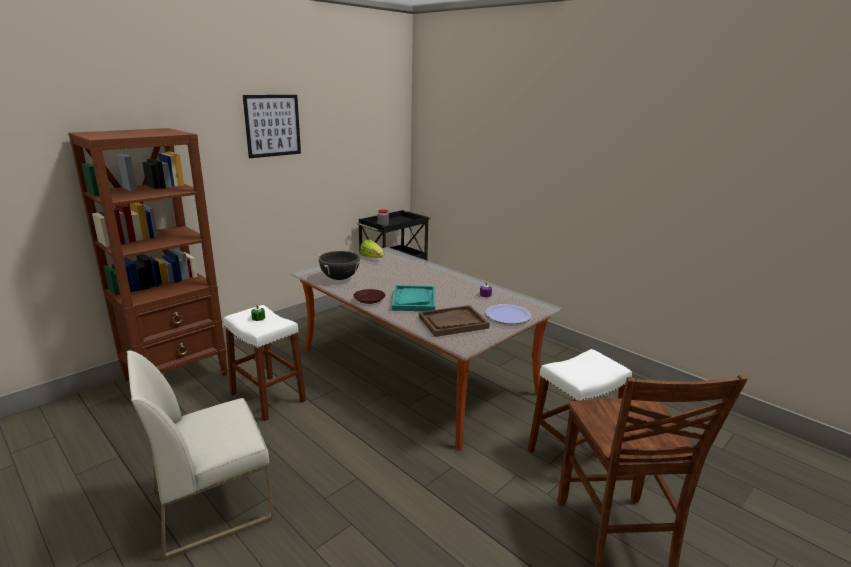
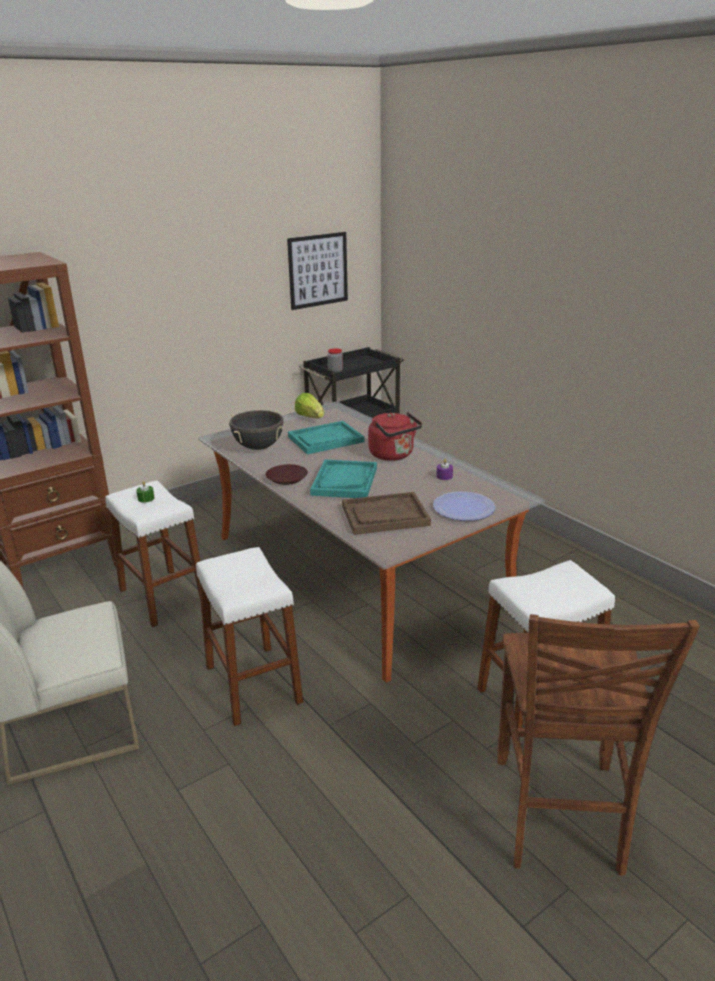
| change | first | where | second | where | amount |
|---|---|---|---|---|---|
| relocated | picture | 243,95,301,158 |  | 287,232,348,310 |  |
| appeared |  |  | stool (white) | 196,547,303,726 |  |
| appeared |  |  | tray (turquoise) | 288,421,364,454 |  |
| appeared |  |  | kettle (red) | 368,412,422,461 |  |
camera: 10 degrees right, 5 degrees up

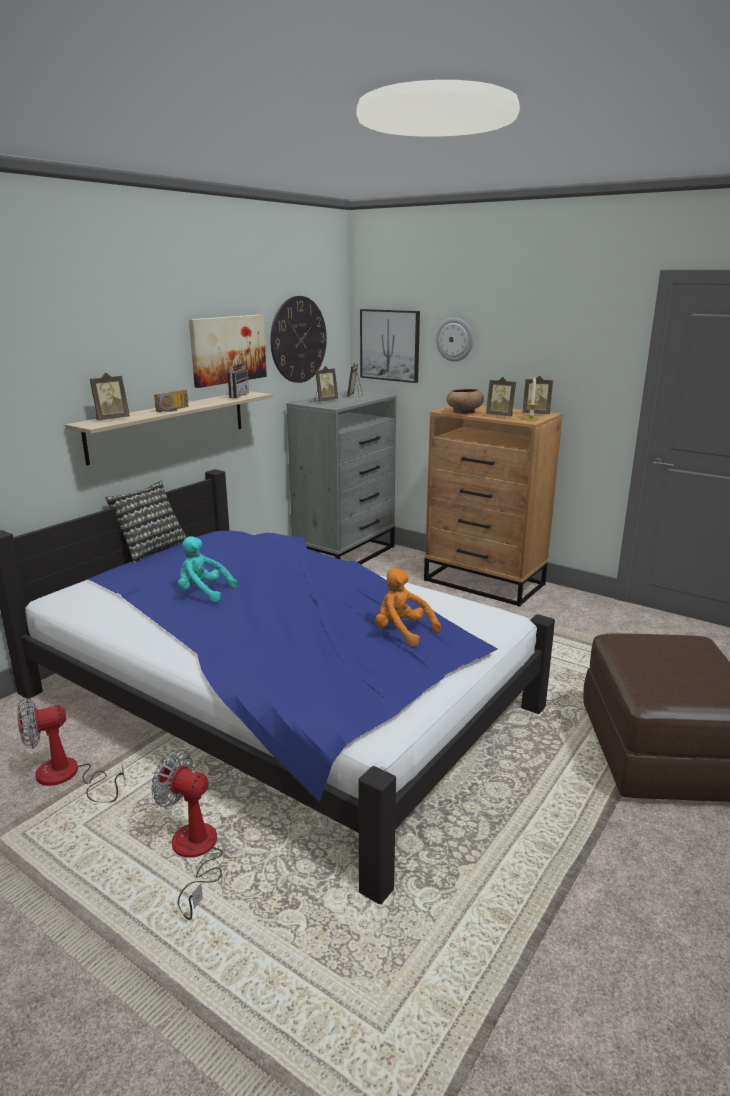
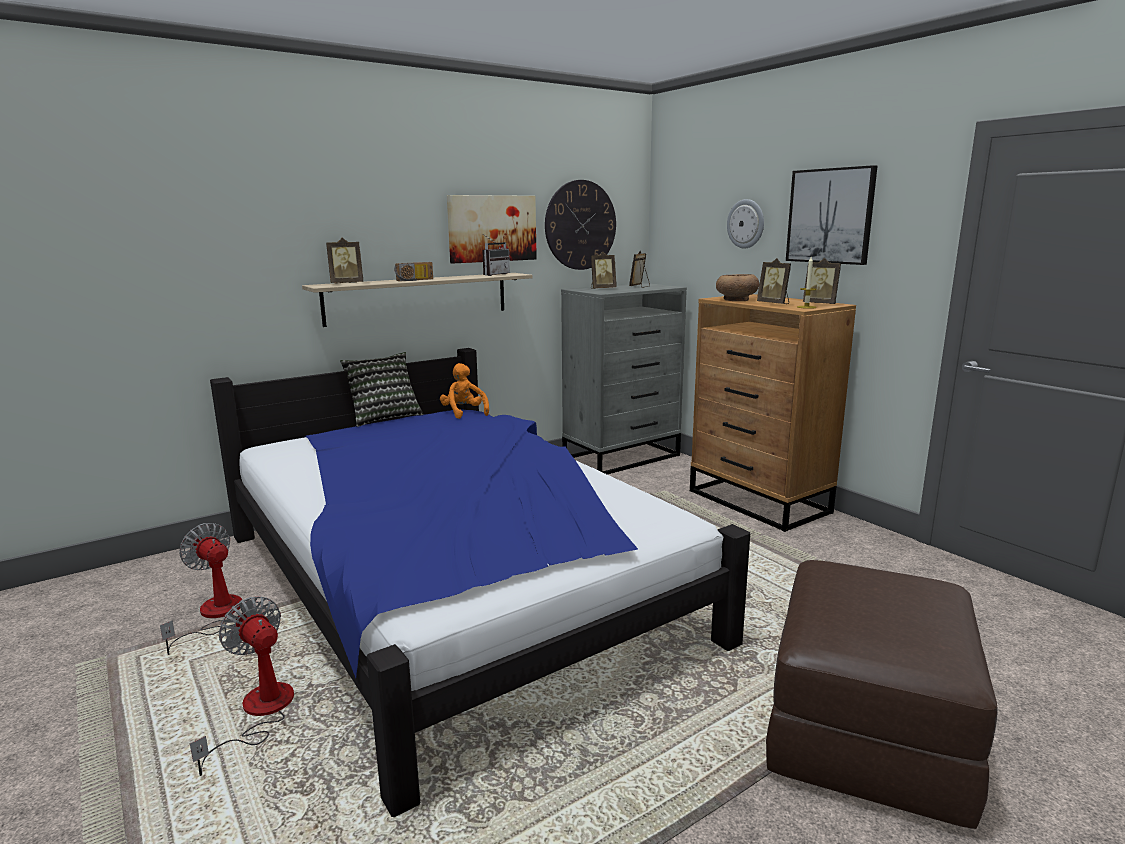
| change | first | where | second | where | amount |
|---|---|---|---|---|---|
| spun | fan | 17,698,125,803 |  | 160,523,242,655 | 45 degrees clockwise |
| missing | plush toy (turquoise) | 178,537,237,602 |  |  |  |
| relocated | picture | 360,309,420,383 |  | 786,165,877,265 |  |
| relocated | plush toy (orange) | 375,568,441,647 |  | 440,363,489,419 |  |
camera: 20 degrees right, 5 degrees down

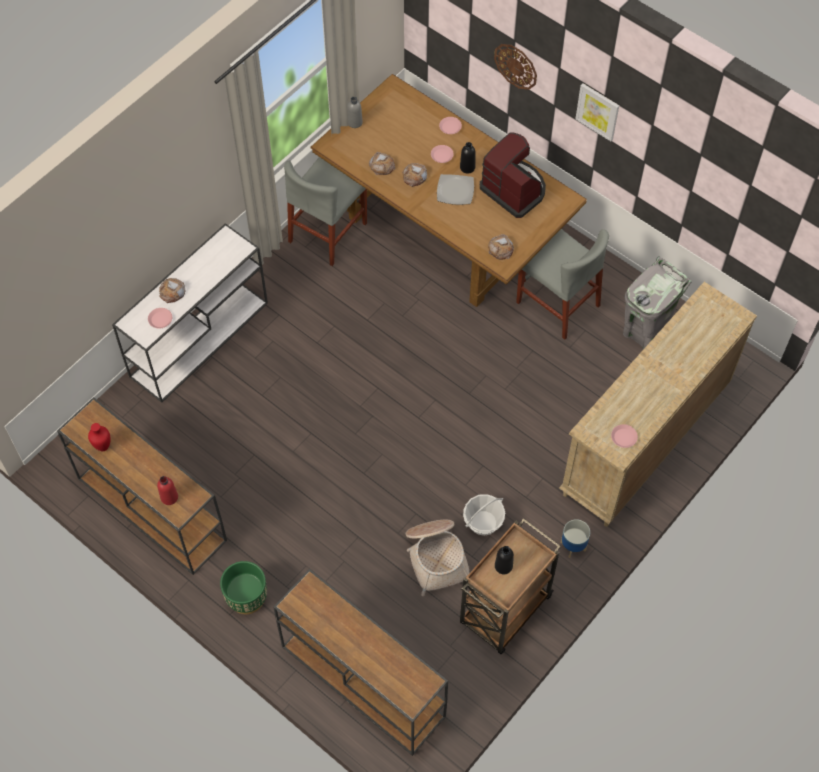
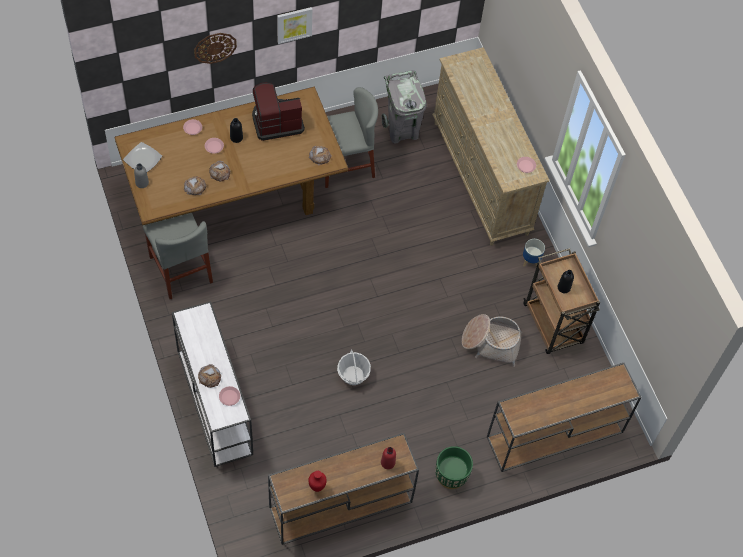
| change | first | where | second | where | amount |
|---|---|---|---|---|---|
| relocated | plate | 437,174,474,205 |  | 123,142,162,172 |  |
| relocated | basket | 463,494,505,535 |  | 337,349,371,385 |  |
camera: 65 degrees left, 0 degrees up

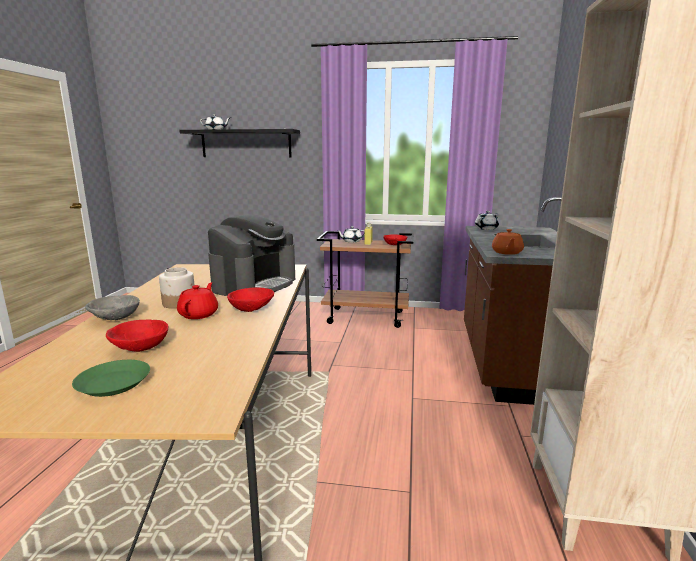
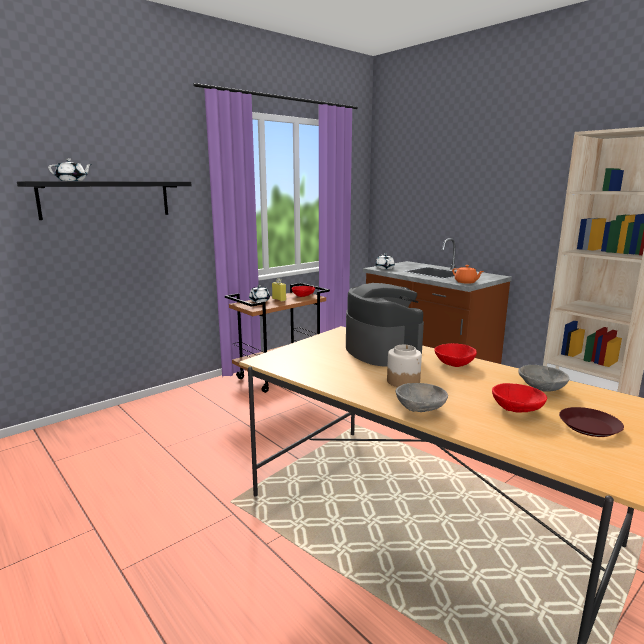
| change | first | where | second | where | amount |
|---|---|---|---|---|---|
| colour | plate (green) | 72,360,150,397 | plate (brown) | 559,407,624,437 |  |
| missing | teapot (red) | 177,282,218,319 |  |  |  |
| appeared |  |  | bowl (grey) | 518,365,569,392 |  |
camera: 50 degrees left, 0 degrees up

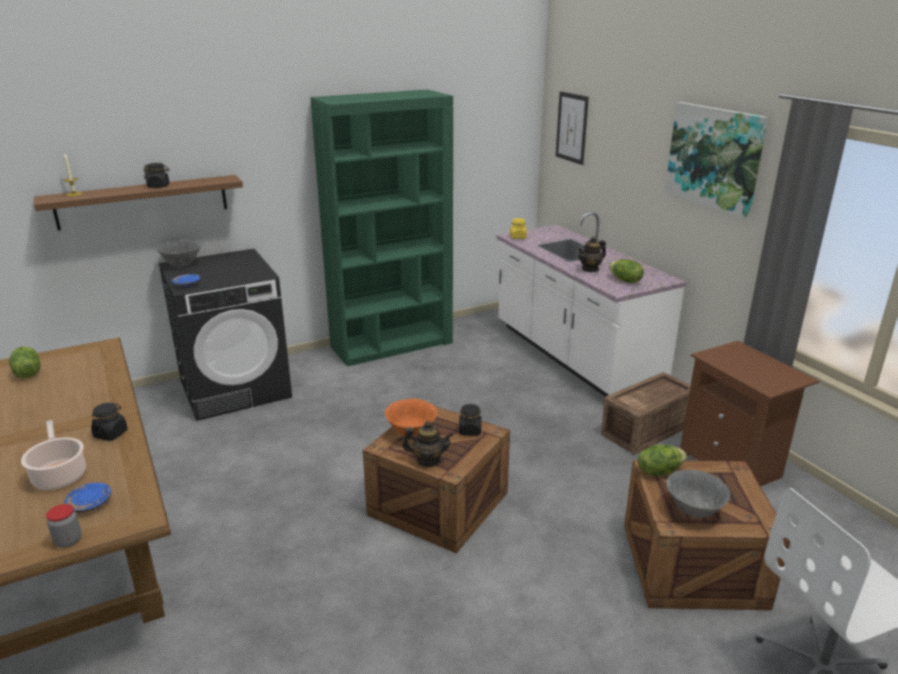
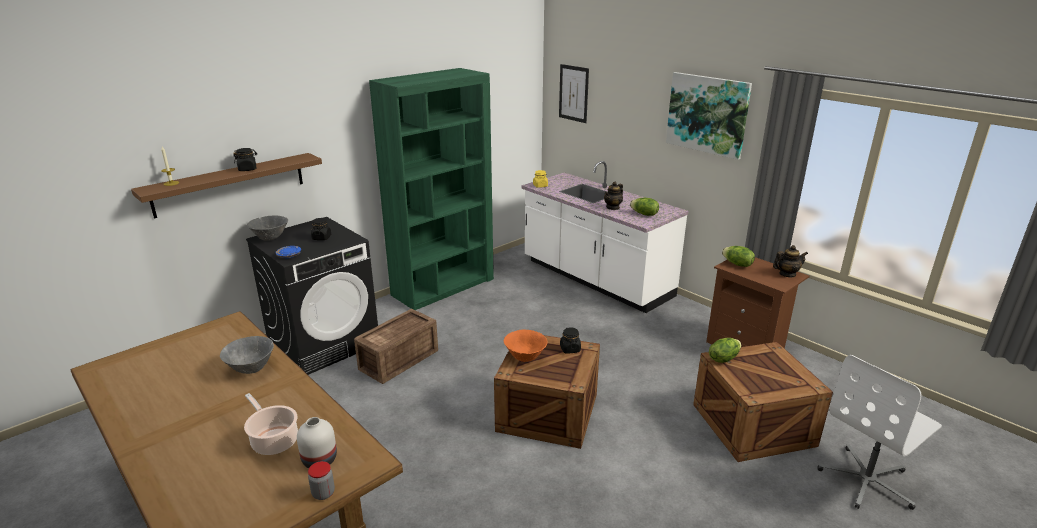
| change | first | where | second | where | amount |
|---|---|---|---|---|---|
| relocated | lettuce | 9,347,40,379 |  | 722,246,755,267 |  |
| exchanged | plate (blue) | 64,483,111,513 | vase (white) | 297,417,337,468 |  |
| relocated | jar (black) | 91,403,128,441 |  | 311,218,331,240 |  |
| relocated | teapot | 402,421,453,467 |  | 773,245,808,277 |  |
| relocated | crate | 601,372,691,455 |  | 354,309,438,384 |  |
| relocated | bowl (grey) | 667,470,730,518 |  | 220,336,274,374 |  |
camera: 15 degrees left, 0 degrees up

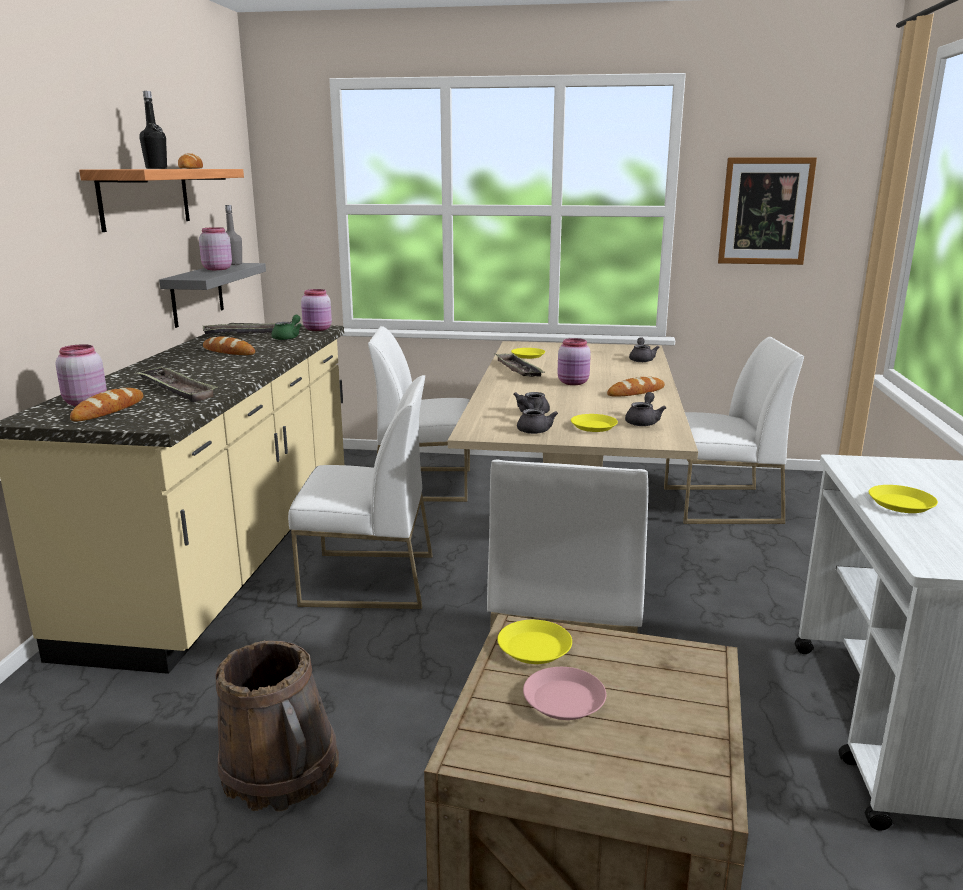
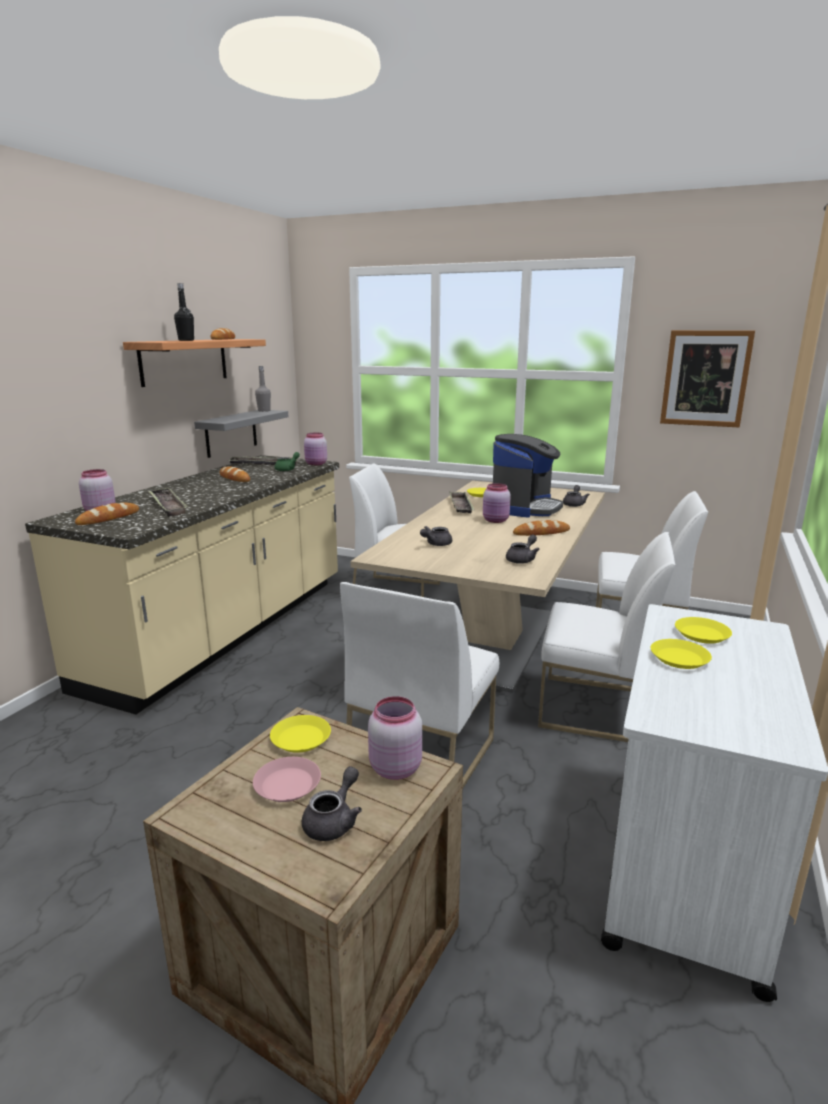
| change | first | where | second | where | amount |
|---|---|---|---|---|---|
| relocated | jar (pink) | 199,227,232,270 |  | 368,696,422,780 |  |
| missing | bucket (brown) | 215,640,339,811 |  |  |  |
| relocated | chair (white) | 288,375,432,609 |  | 538,532,676,742 |  |
| relocated | teapot (grey) | 517,398,558,434 |  | 302,766,362,841 |  |
| relocated | plate (yellow) | 571,414,618,432 |  | 675,617,732,644 |  |
| appeared |  |  | coffee machine | 493,434,563,518 |  |
camera: 15 degrees right, 0 degrees up

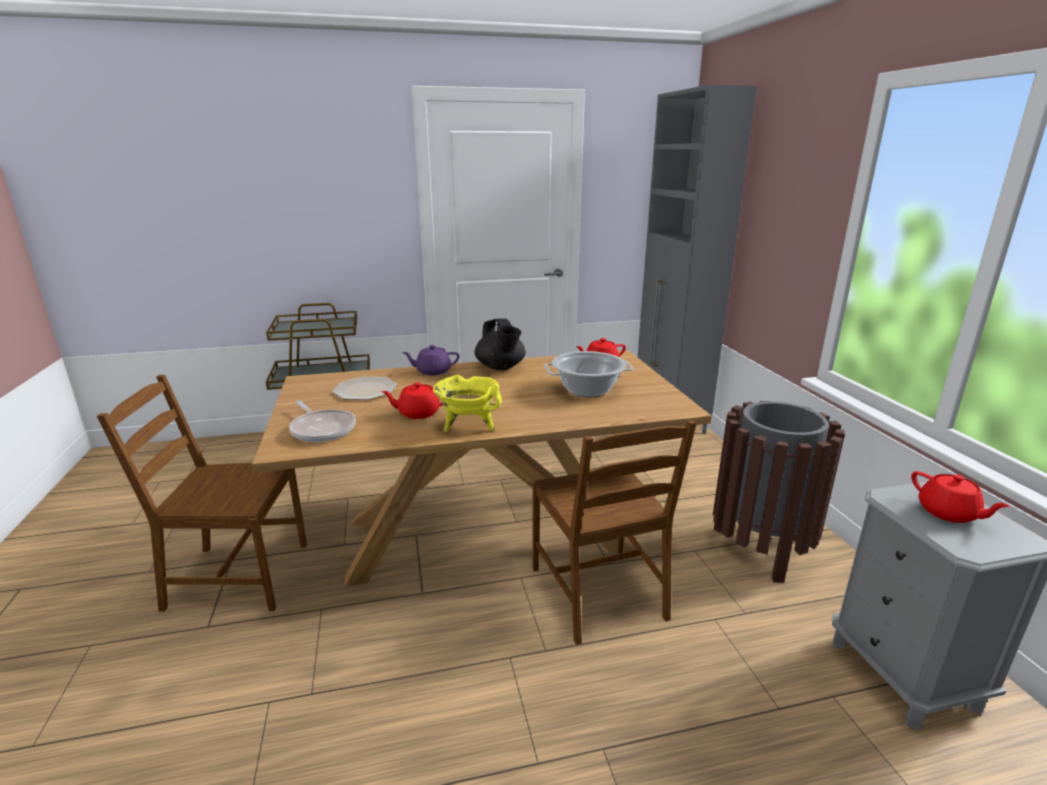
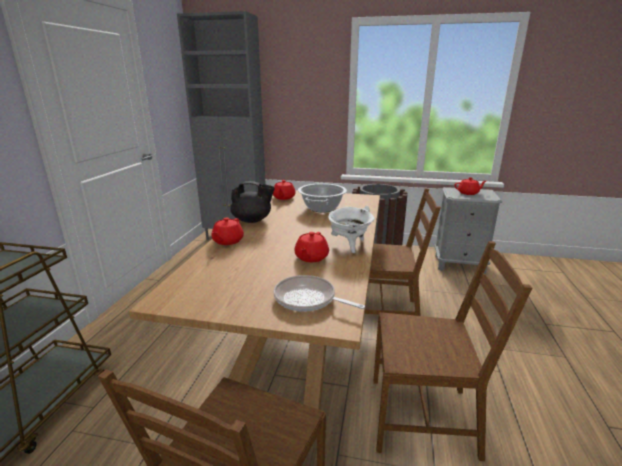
| change | first | where | second | where | amount |
|---|---|---|---|---|---|
| spun | frying pan | 289,401,356,442 |  | 274,275,365,312 | 135 degrees counterclockwise |
| missing | plate | 332,377,397,400 |  |  |  |
| colour | teapot (purple) | 402,345,460,375 | teapot (red) | 211,217,244,245 |  |
| colour | cooking pot (yellow) | 433,375,502,432 | cooking pot (white) | 328,206,375,253 |  |
| appeared |  |  | chair (brown) | 374,241,532,461 |  |
camera: 65 degrees left, 0 degrees up

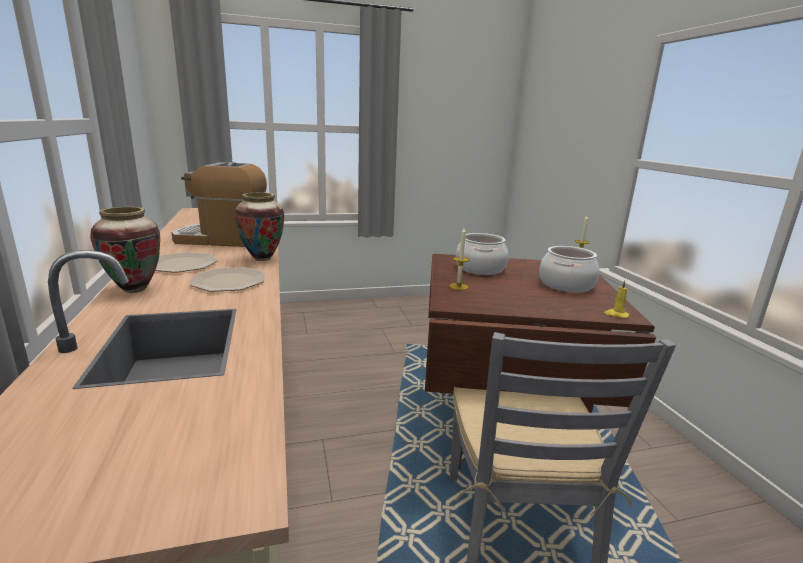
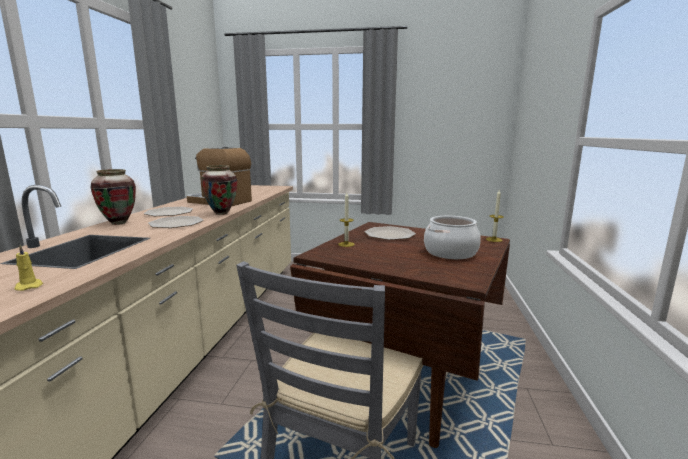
| change | first | where | second | where | amount |
|---|---|---|---|---|---|
| exchanged | cooking pot | 456,233,508,275 | plate | 364,226,416,240 |  |
| relocated | candle (yellow) | 604,280,629,318 |  | 15,245,43,291 |  |
camera: 25 degrees right, 5 degrees down

